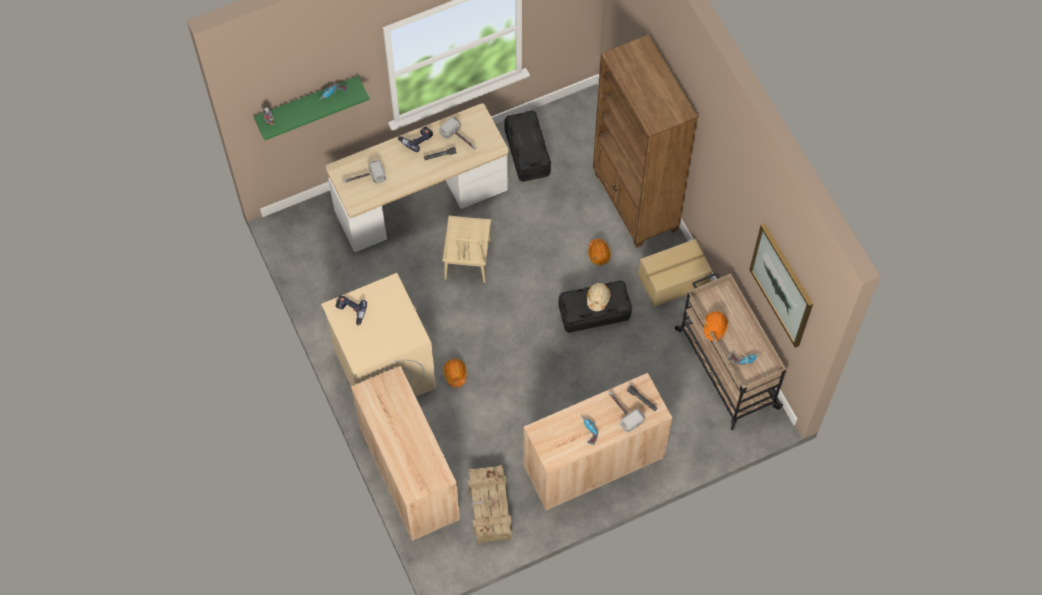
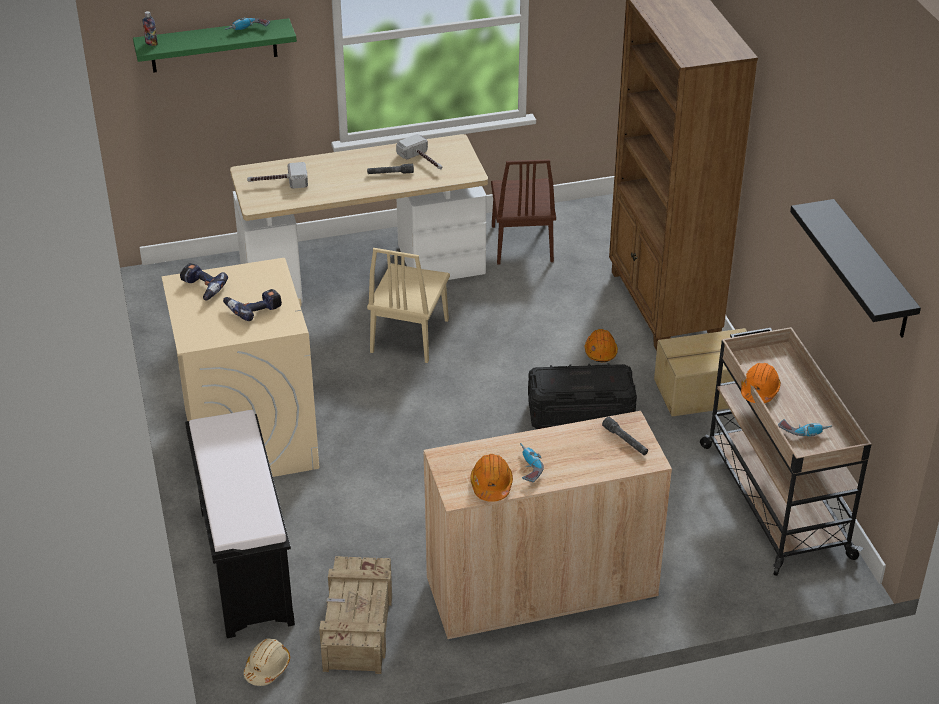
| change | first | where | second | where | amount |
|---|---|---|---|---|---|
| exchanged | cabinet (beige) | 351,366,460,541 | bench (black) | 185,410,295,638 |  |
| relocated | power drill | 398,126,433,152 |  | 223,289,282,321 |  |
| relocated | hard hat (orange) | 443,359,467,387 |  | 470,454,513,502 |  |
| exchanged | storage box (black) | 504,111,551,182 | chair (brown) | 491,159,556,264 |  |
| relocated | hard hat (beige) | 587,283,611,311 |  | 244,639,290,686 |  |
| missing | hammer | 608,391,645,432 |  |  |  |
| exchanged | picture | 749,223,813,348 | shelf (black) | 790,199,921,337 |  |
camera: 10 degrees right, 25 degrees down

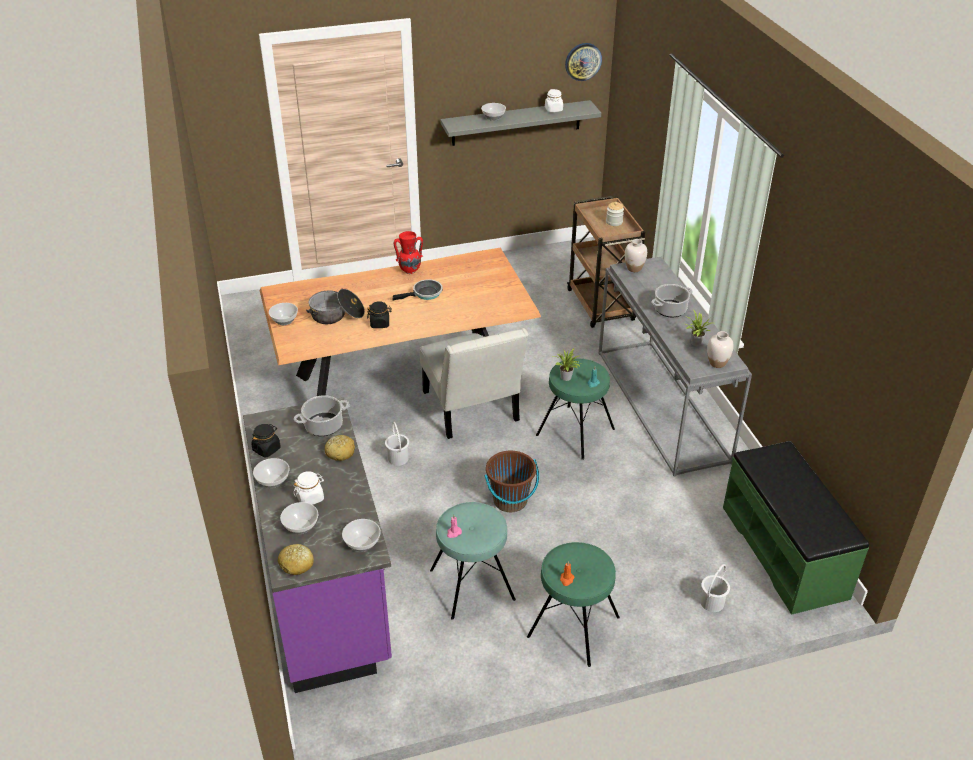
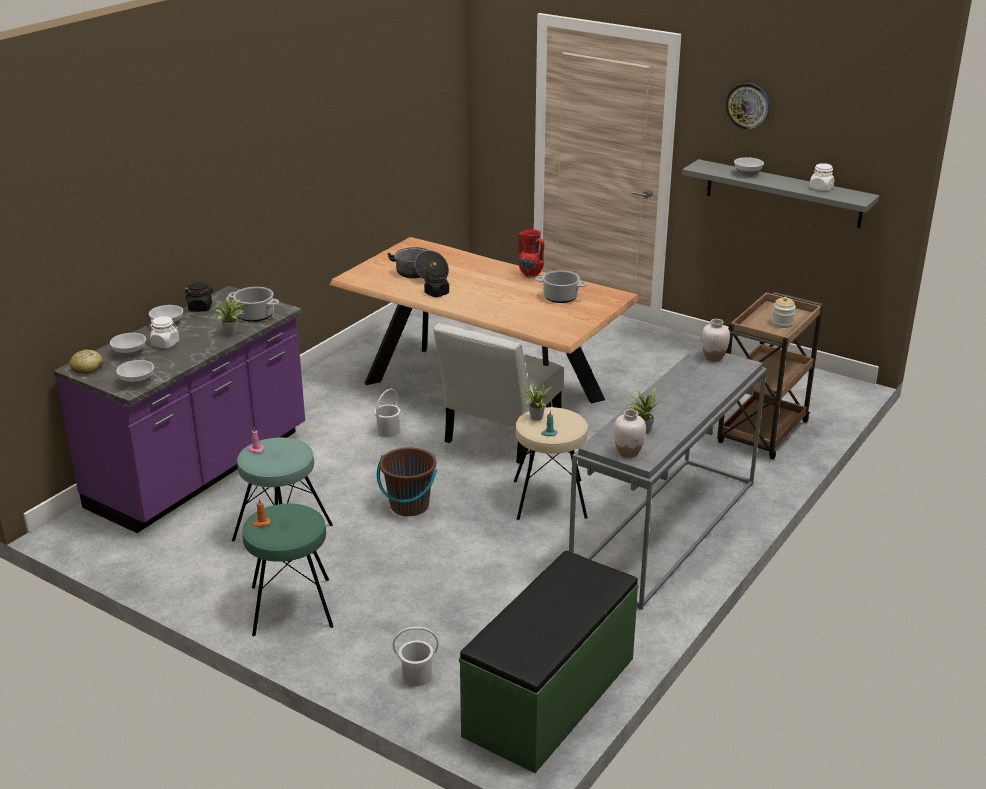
| change | first | where | second | where | amount |
|---|---|---|---|---|---|
| missing | bowl | 269,303,298,325 |  |  |  |
| exchanged | bread | 325,435,355,461 | potted plant | 213,297,244,336 |  |
| missing | frying pan | 393,279,443,300 |  |  |  |
| colour | stool (green) | 536,358,615,460 | stool (beige) | 514,407,588,520 |  |
| relocated | wall clock | 565,43,602,81 |  | 726,83,770,130 |  |
| relocated | cooking pot | 651,284,693,317 |  | 535,270,587,303 |  |
camera: 50 degrees right, 10 degrees down

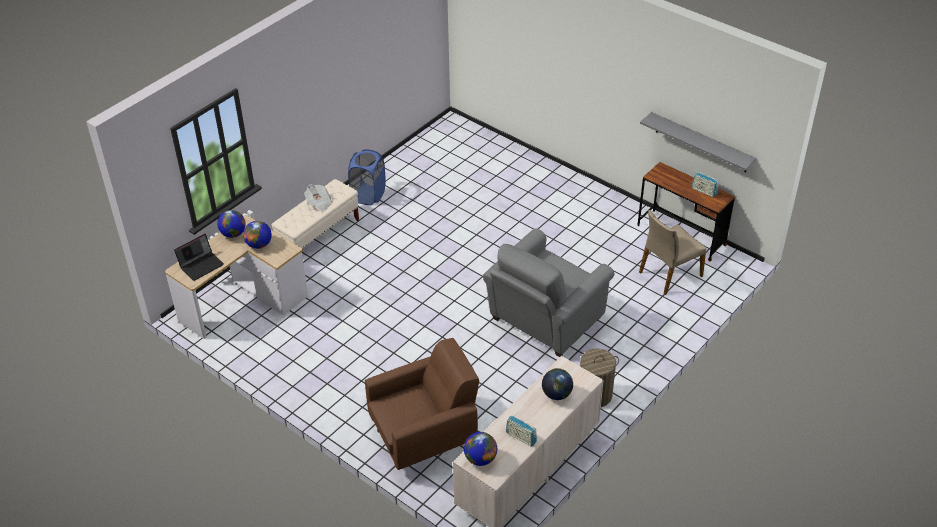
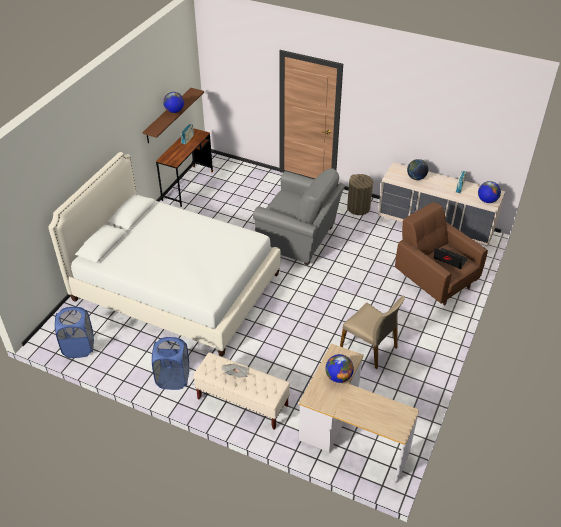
| change | first | where | second | where | amount |
|---|---|---|---|---|---|
| relocated | laptop | 174,234,224,281 |  | 434,247,468,269 |  |
| relocated | globe | 217,210,246,238 |  | 163,92,184,113 |  |
| relocated | chair (beige) | 639,210,706,295 |  | 340,296,405,369 |  |
| colour | shelf (grey) | 640,112,757,172 | shelf (brown) | 142,88,204,143 |  |
| appeared |  |  | bed (white) | 48,152,281,357 |  |
| appeared |  |  | laundry basket (blue) | 55,306,94,358 |  |
camera: 105 degrees left, 0 degrees up

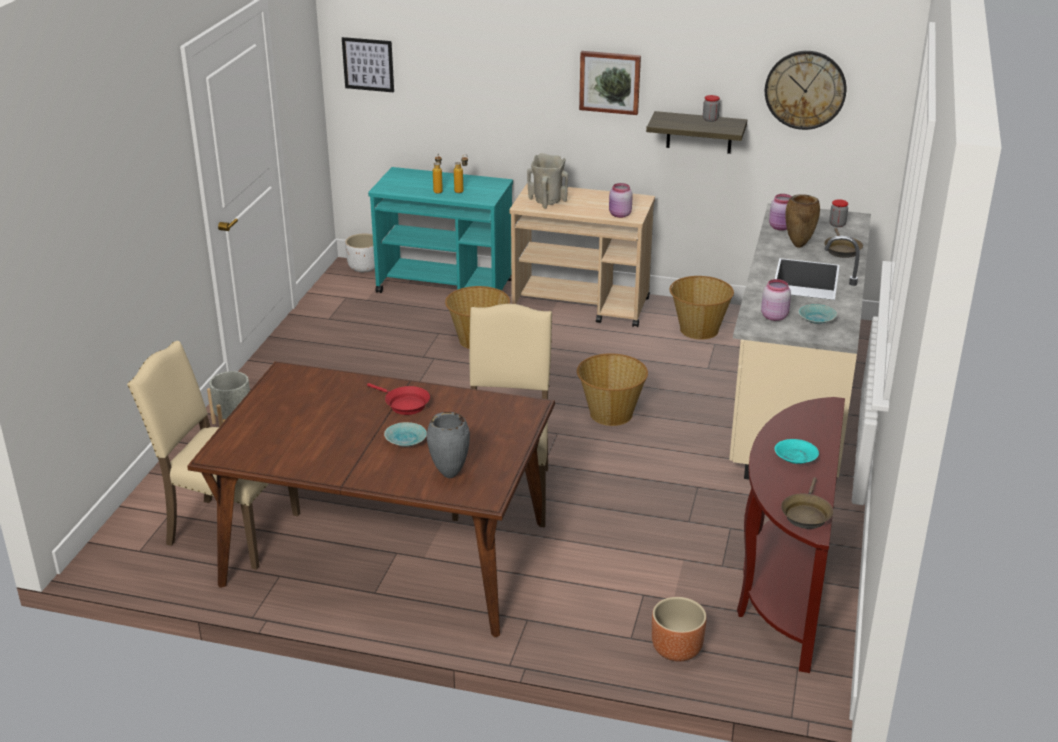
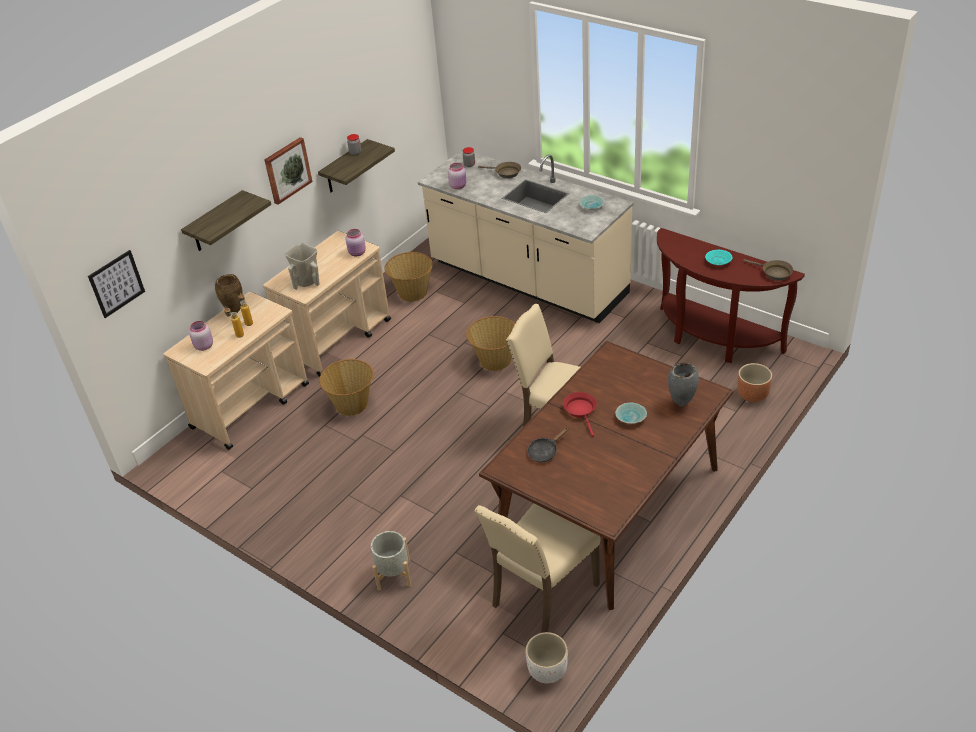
| change | first | where | second | where | amount |
|---|---|---|---|---|---|
| relocated | planter (white) | 345,234,375,272 |  | 525,632,568,683 |  |
| spun | frying pan (red) | 367,383,430,415 |  | 563,392,597,437 | 75 degrees counterclockwise |
| colour | cart (turquoise) | 368,167,513,293 | cart (beige) | 163,292,309,450 |  |
| relocated | jar (pink) | 761,279,791,321 |  | 189,321,213,351 |  |
| missing | wall clock | 765,51,846,130 |  |  |  |
| relocated | vase (brown) | 785,194,820,248 |  | 215,274,243,313 |  |
| appeared |  |  | shelf | 181,190,271,251 |  |
| appeared |  |  | frying pan (black) | 527,427,569,462 |  |
camera: 65 degrees left, 10 degrees up

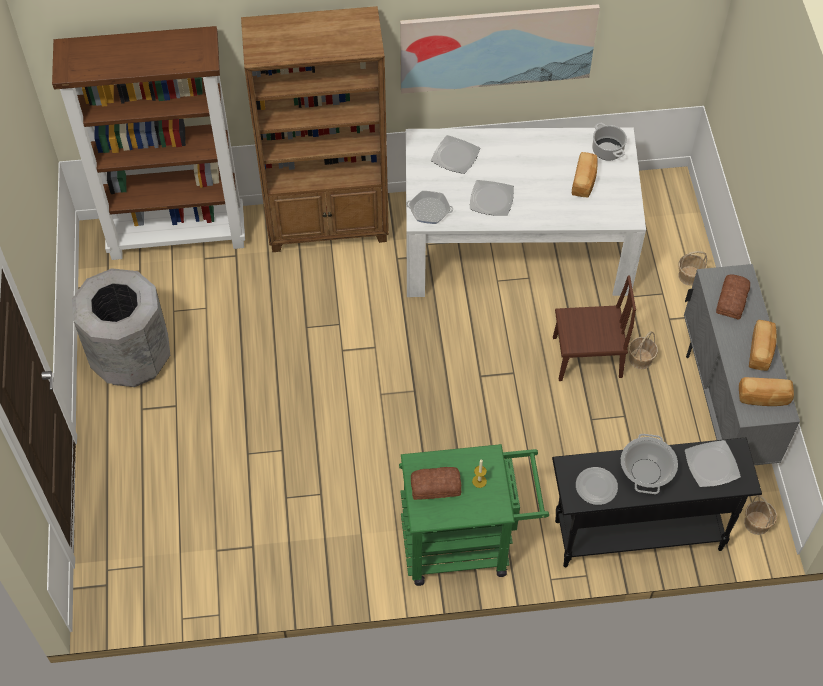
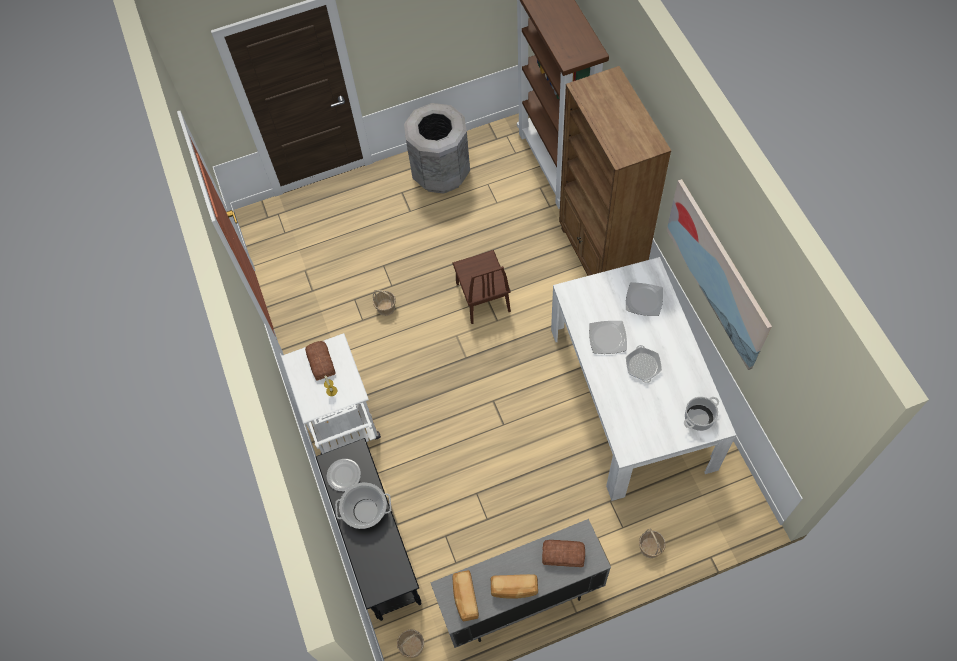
| change | first | where | second | where | amount |
|---|---|---|---|---|---|
| colour | cart (green) | 399,444,549,586 | cart (white) | 281,333,381,454 |  |
| relocated | frying pan | 406,191,453,224 |  | 626,345,662,383 |  |
| relocated | chair (brown) | 553,276,636,381 |  | 452,250,511,324 |  |
| missing | bread | 572,152,598,197 |  |  |  |
| relocated | basket | 629,331,658,369 |  | 373,290,396,316 |  |
| missing | plate | 684,440,741,487 |  |  |  |
camera: 80 degrees right, 5 degrees up

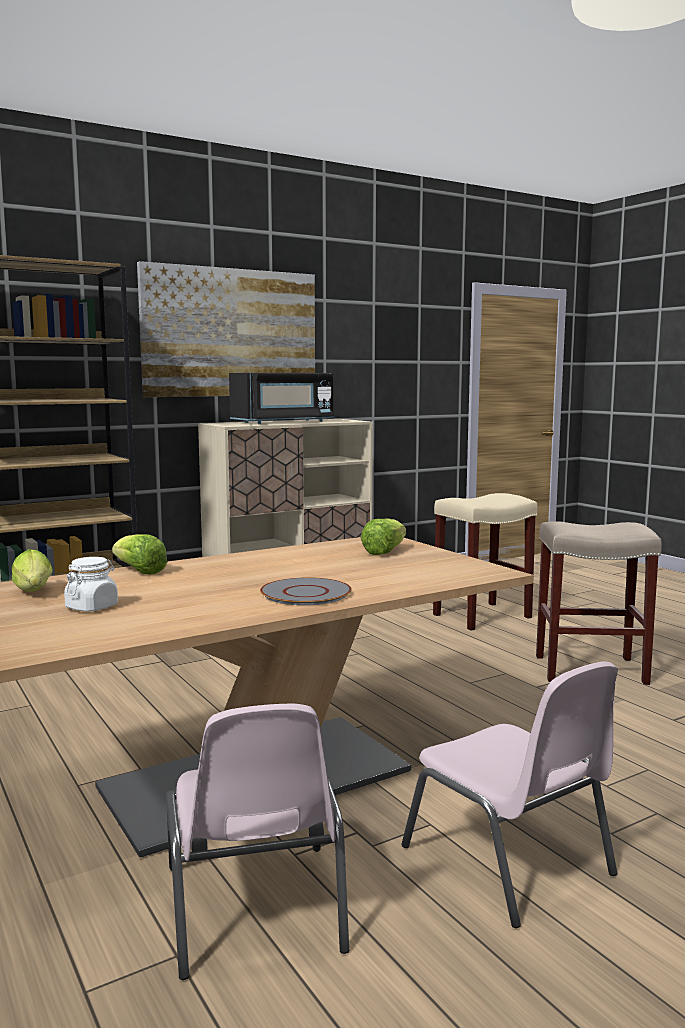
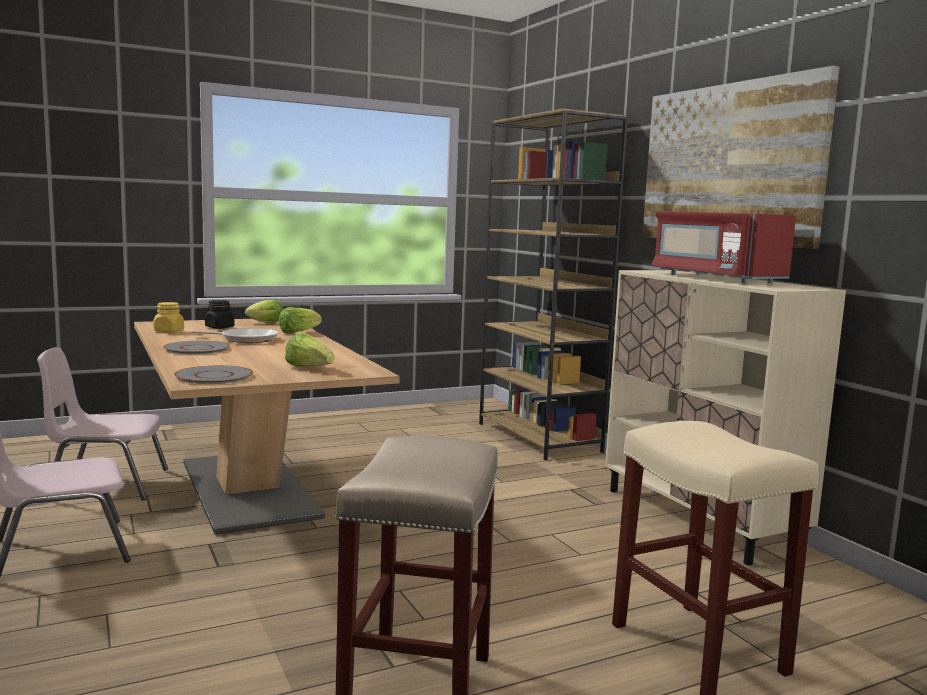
| change | first | where | second | where | amount |
|---|---|---|---|---|---|
| colour | jar (white) | 64,557,118,612 | jar (black) | 205,300,234,329 |  |
| colour | microwave (black) | 229,373,334,424 | microwave (red) | 652,211,796,283 |  |
| appeared |  |  | jar (yellow) | 153,302,184,332 |  |
| appeared |  |  | plate (grey) | 174,365,253,384 |  |
| appeared |  |  | frying pan | 192,328,279,343 |  |
camera: 95 degrees right, 0 degrees up

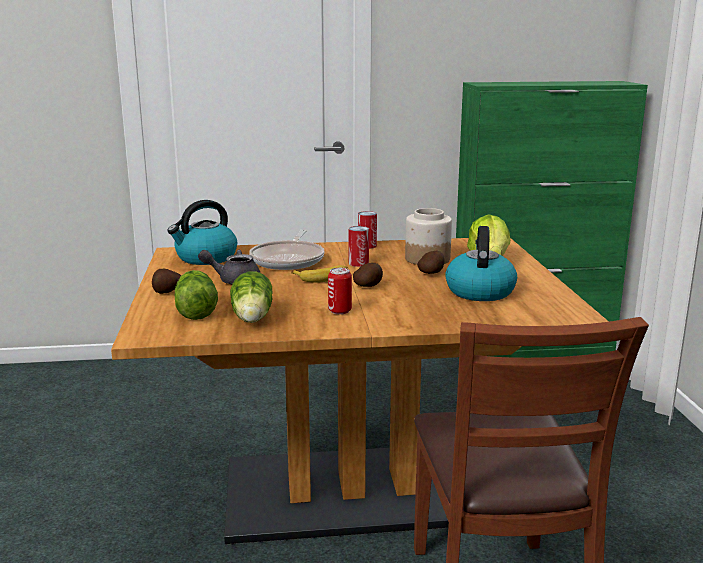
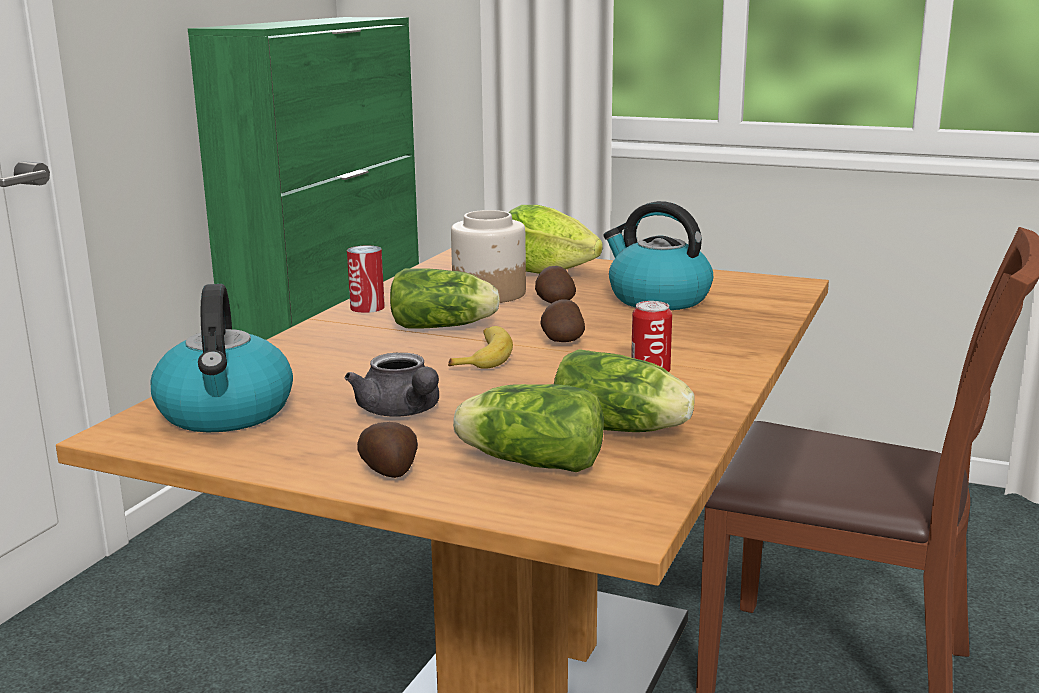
| change | first | where | second | where | amount |
|---|---|---|---|---|---|
| spun | teapot (grey) | 198,250,260,284 |  | 345,353,439,417 | 60 degrees counterclockwise |
| missing | frying pan | 249,229,324,270 |  |  |  |
| exchanged | can | 349,226,369,267 | lettuce | 390,268,500,329 |  |
camera: 60 degrees left, 0 degrees up

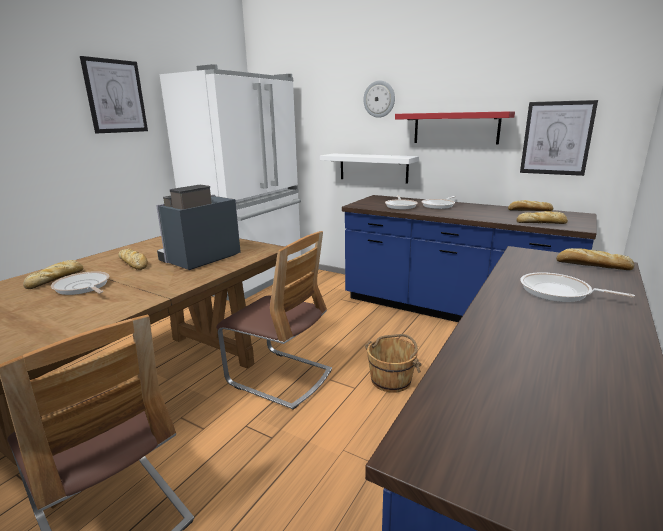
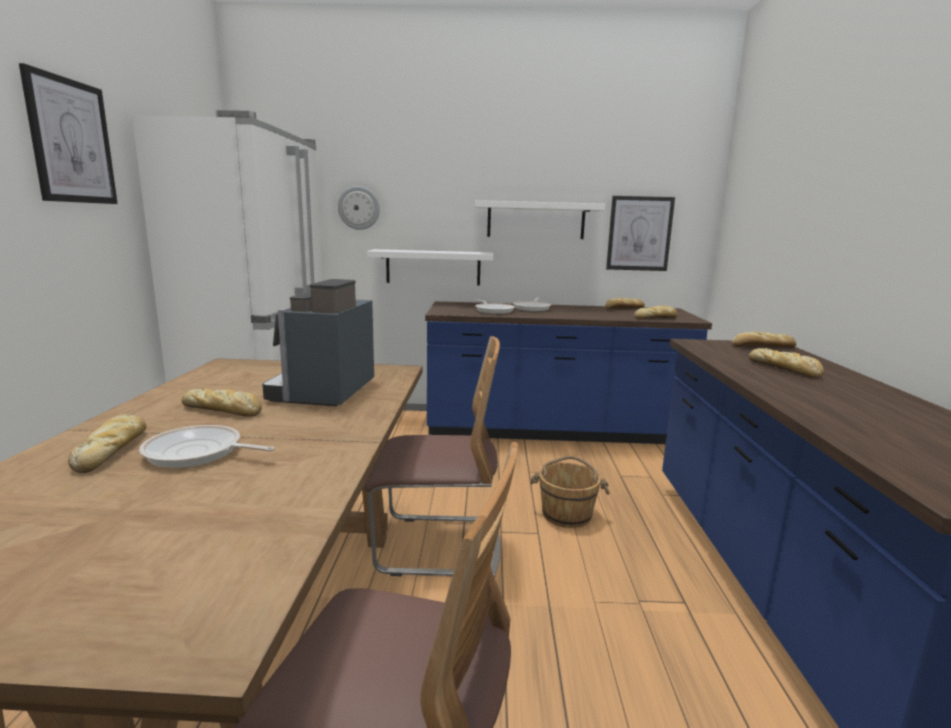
| change | first | where | second | where | amount |
|---|---|---|---|---|---|
| relocated | wall clock | 363,81,395,118 |  | 338,186,380,230 |  |
| colour | shelf (red) | 395,111,515,144 | shelf (white) | 474,200,606,239 |  |
| exchanged | frying pan | 520,272,635,302 | bread | 749,348,824,378 |  |
camera: 30 degrees left, 5 degrees down

